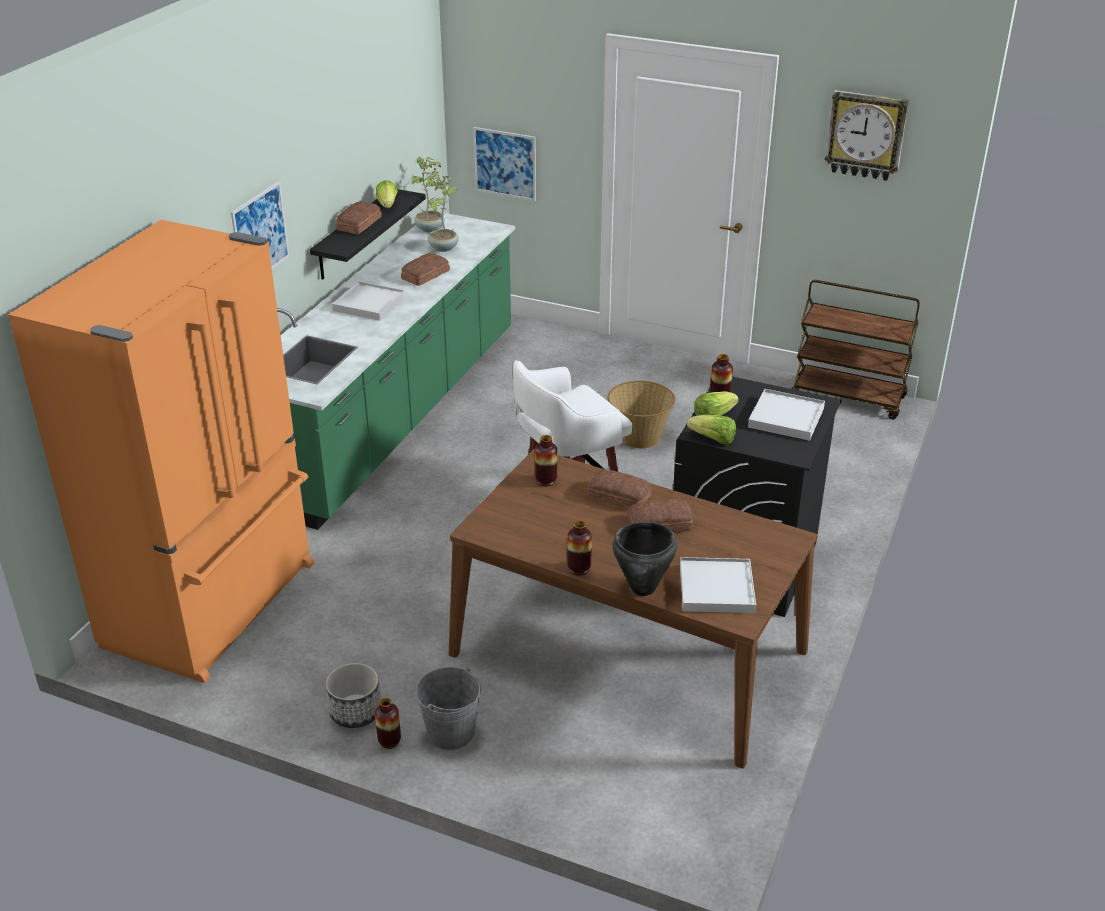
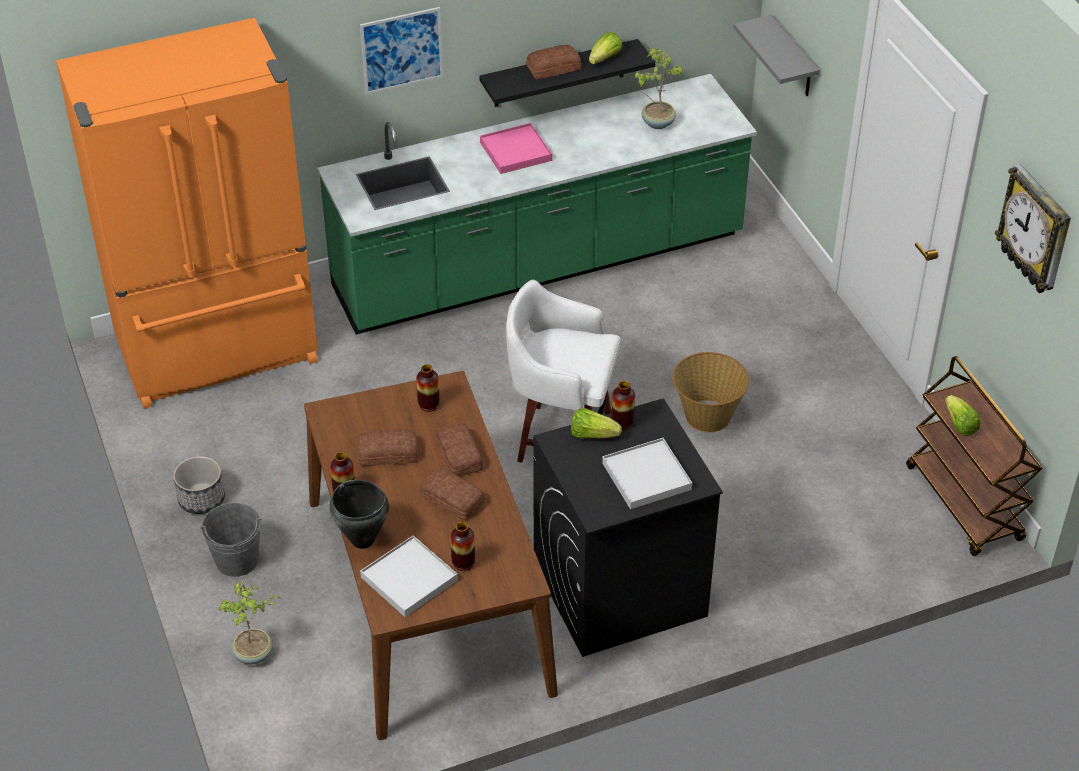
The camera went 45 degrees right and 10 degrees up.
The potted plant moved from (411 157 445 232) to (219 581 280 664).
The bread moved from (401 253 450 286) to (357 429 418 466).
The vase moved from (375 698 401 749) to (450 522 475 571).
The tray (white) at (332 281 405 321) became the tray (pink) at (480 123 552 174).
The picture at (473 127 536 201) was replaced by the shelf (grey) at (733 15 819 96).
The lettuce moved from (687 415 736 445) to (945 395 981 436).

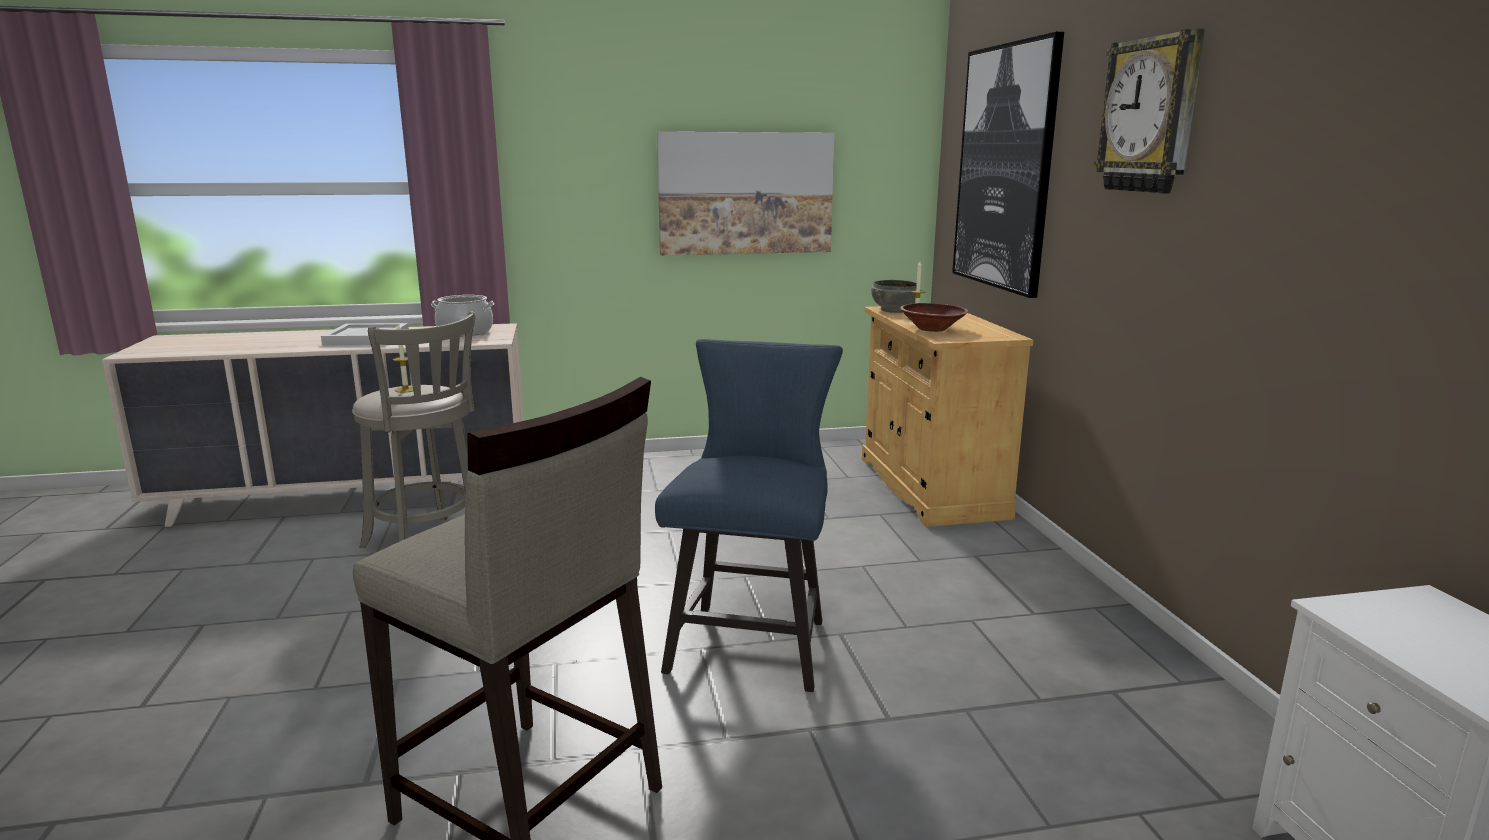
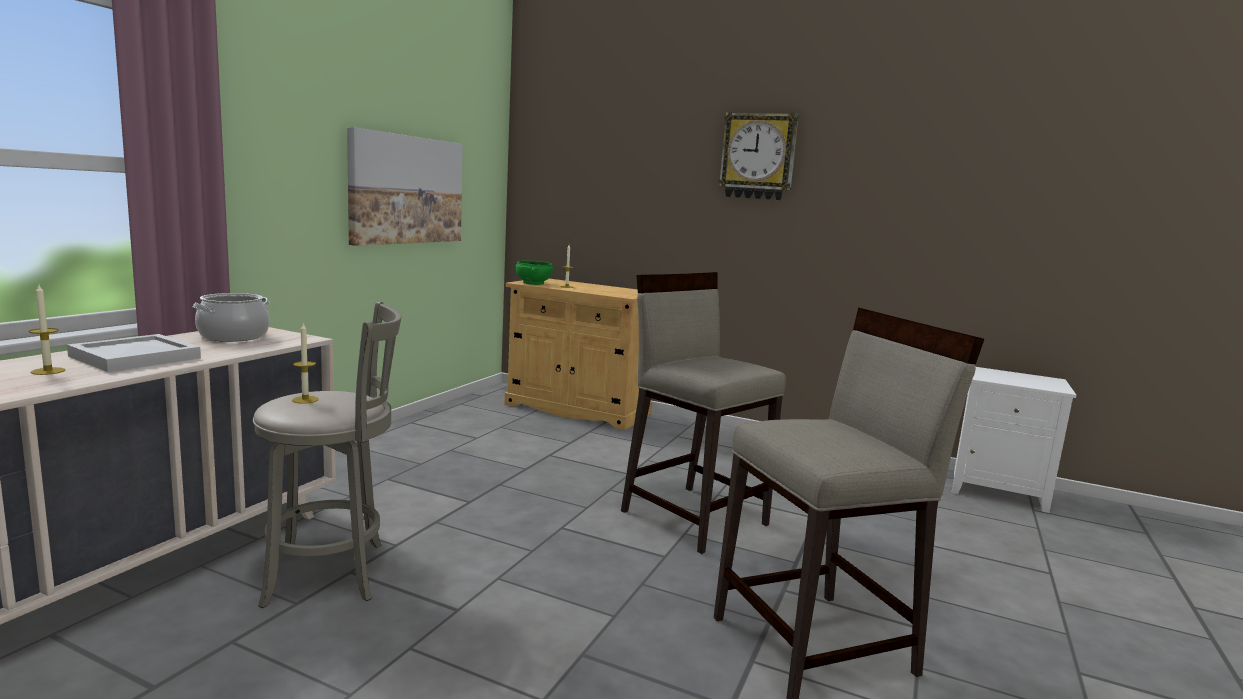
The camera went 55 degrees left and 5 degrees down.
The candle at (29 285 65 375) appeared.
The bowl (grey) at (871 280 921 313) became the bowl (green) at (516 261 553 285).
The chair (blue) at (655 339 843 692) was replaced by the stool (beige) at (621 272 786 554).
The bowl (brown) at (900 303 968 332) disappeared.
The picture at (952 32 1064 298) disappeared.

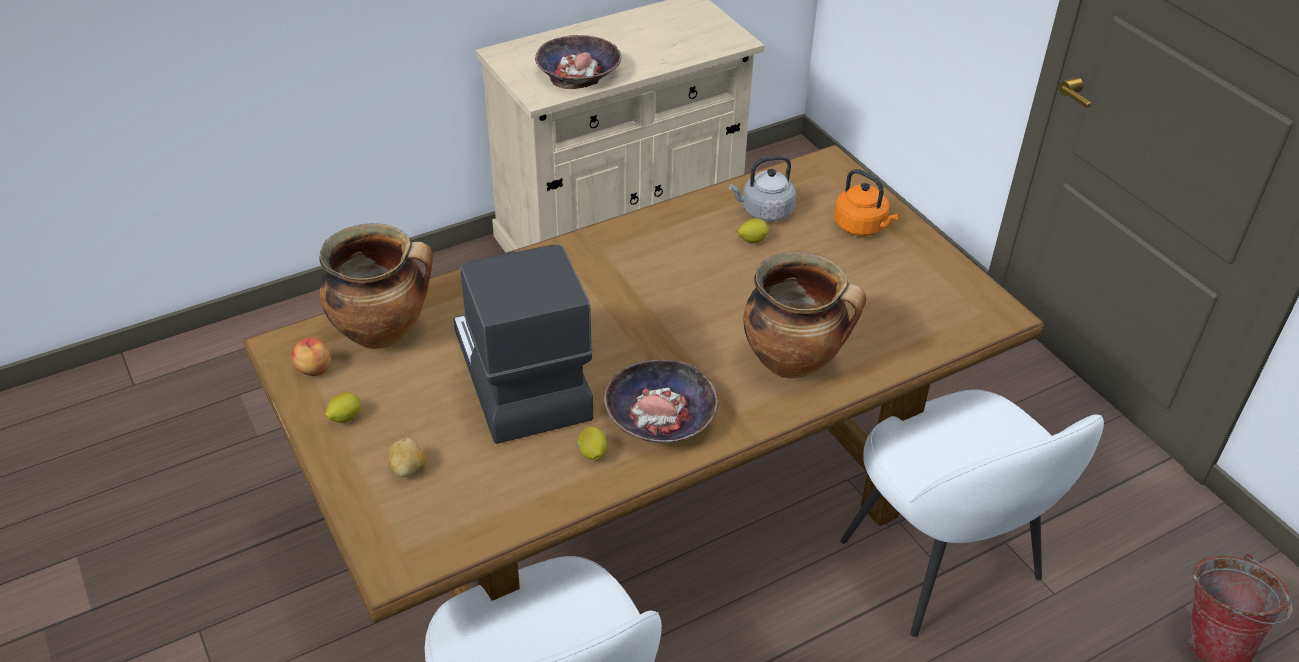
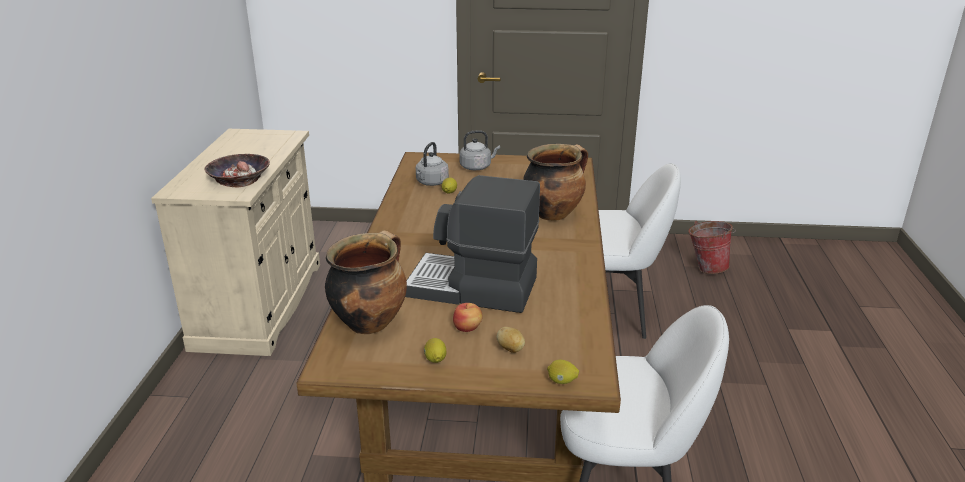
The camera went 55 degrees left and 15 degrees down.
The apple moved from (291 338 331 376) to (453 303 483 332).
The kettle (orange) at (834 169 899 236) became the kettle (grey) at (459 130 500 170).
The lemon moved from (578 427 607 460) to (547 360 579 384).
The bowl at (604 359 719 443) disappeared.

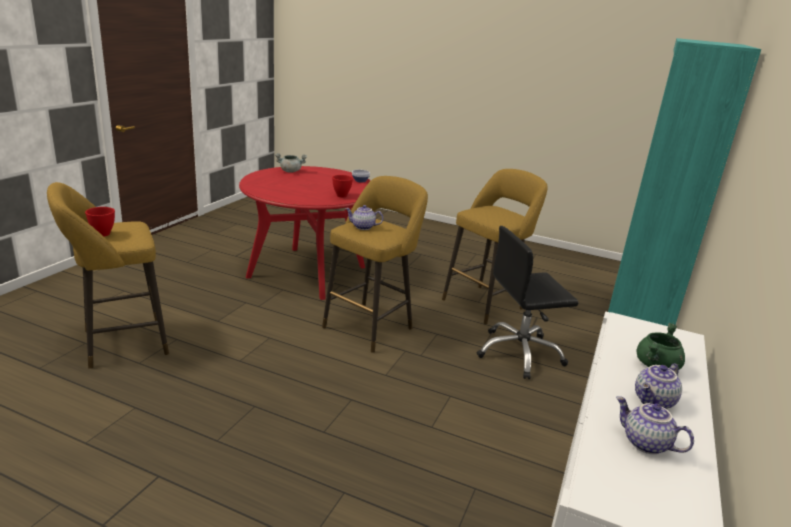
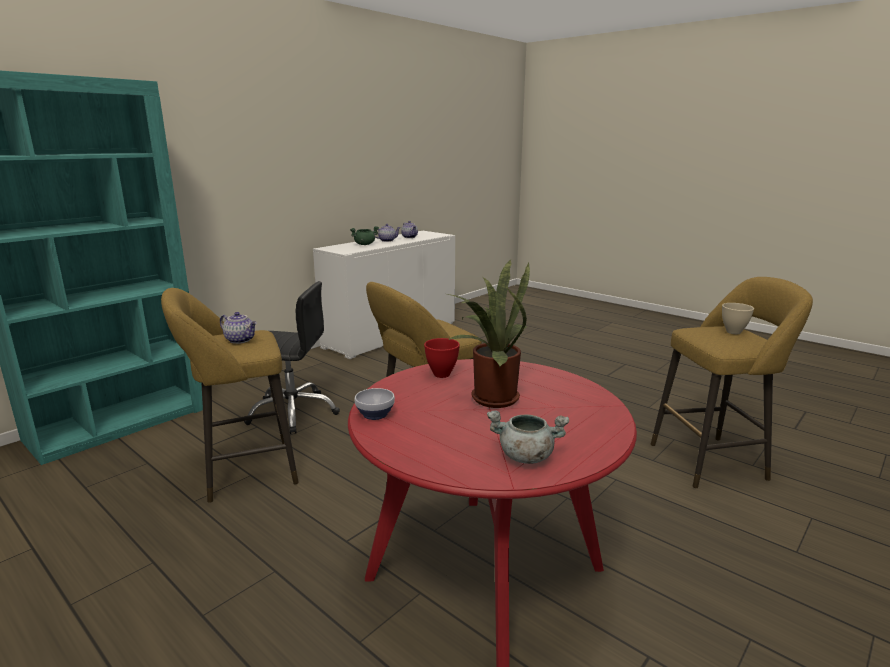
The camera went 160 degrees left and 5 degrees down.
The teapot moved from (345 205 383 230) to (220 312 257 344).
The potted plant at (444 260 530 408) appeared.
The bowl (red) at (85 207 115 236) became the bowl (beige) at (722 303 754 334).

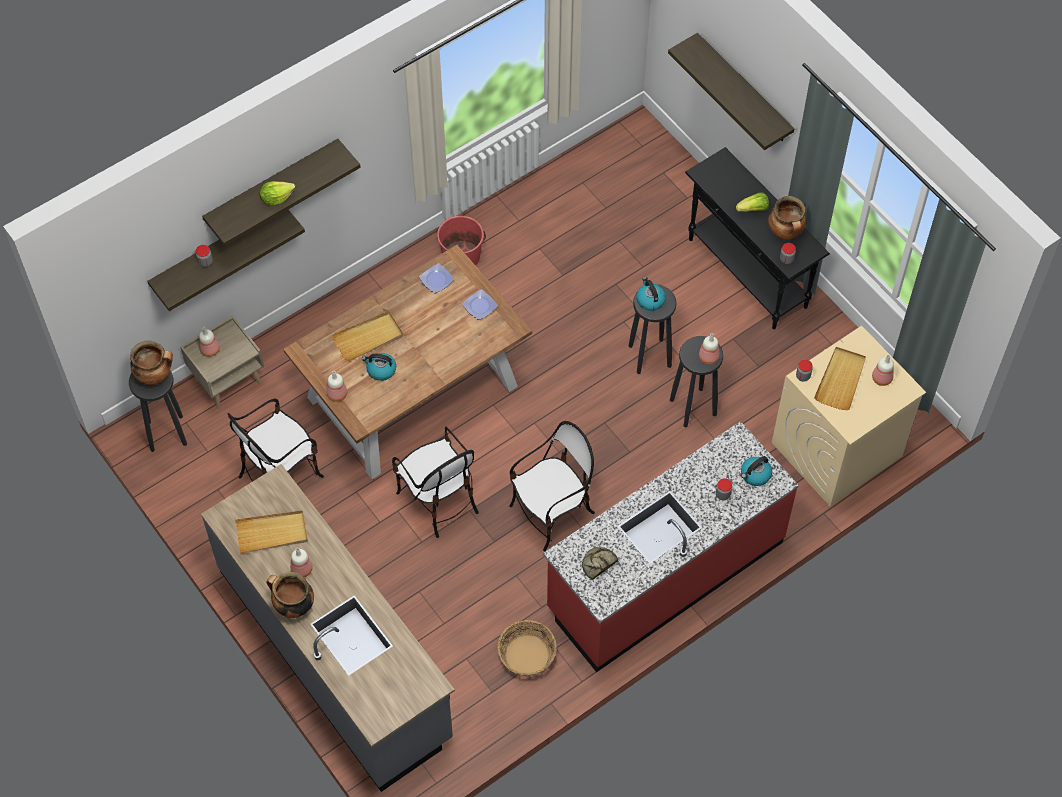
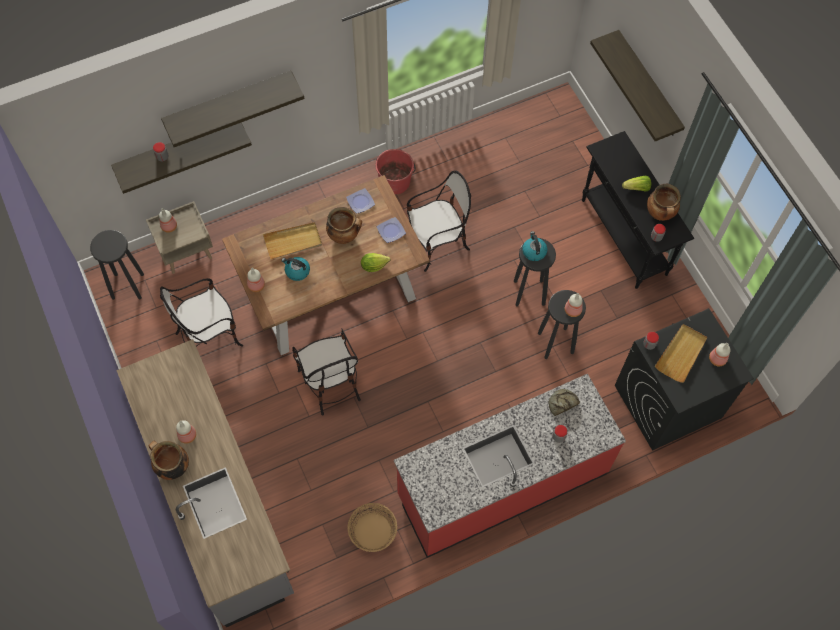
The camera went 10 degrees right and 5 degrees up.
The cooking pot moved from (130 341 173 385) to (326 207 362 244).
The lettuce moved from (260 181 295 205) to (361 253 390 272).
The chair moved from (509 421 595 551) to (407 170 471 272).
The bread moved from (582 547 618 580) to (548 389 580 416).
The washing machine (beige) at (772 326 926 507) became the washing machine (black) at (615 308 754 451).
The tray (beige) at (235 510 308 554) disappeared.
The kettle at (741 456 772 486) disappeared.

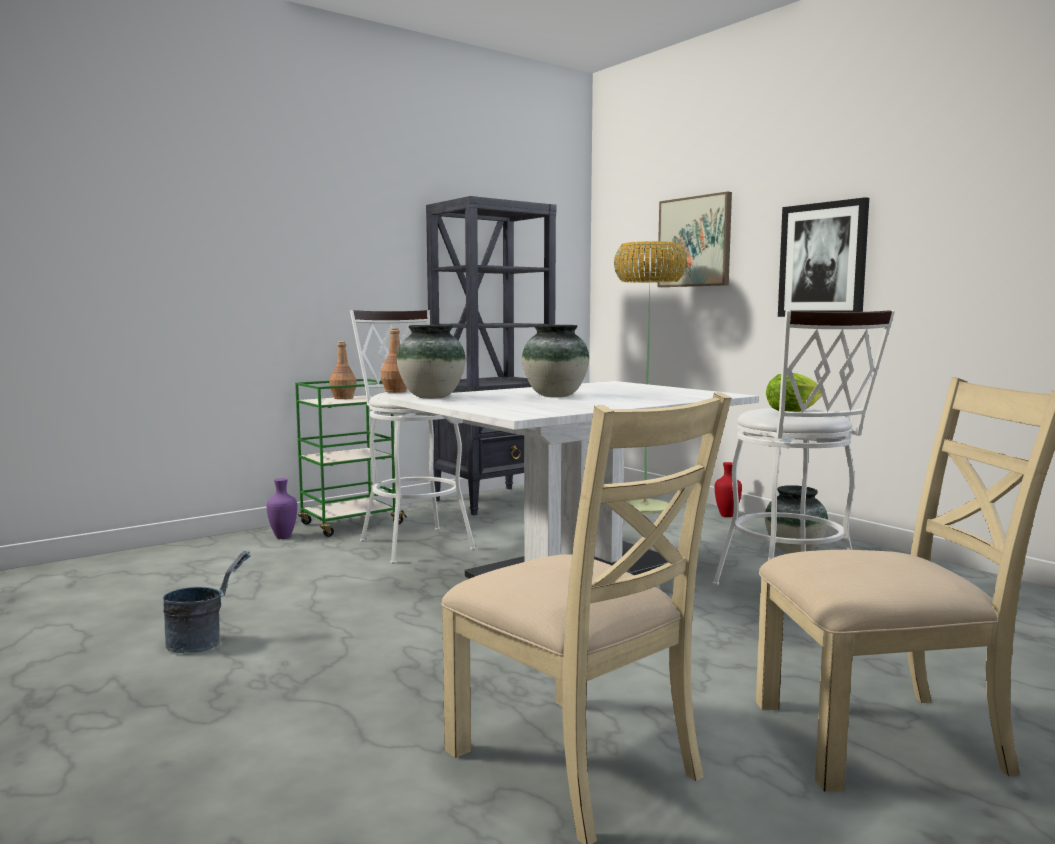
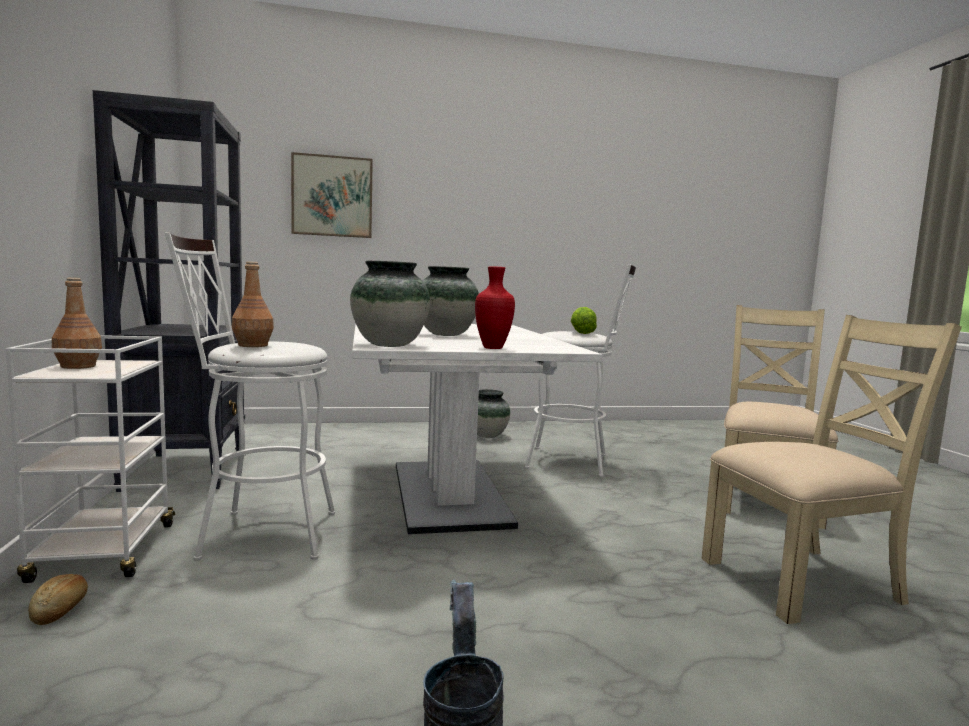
The camera went 65 degrees left and 0 degrees up.
The cart (green) at (295 379 407 537) became the cart (white) at (6 335 175 583).
The vase (purple) at (267 478 297 539) was replaced by the bread at (28 574 88 625).
The vase (red) moved from (715 462 742 517) to (475 266 515 349).
The floor lamp at (614 241 687 514) disappeared.
The picture at (778 197 869 317) disappeared.

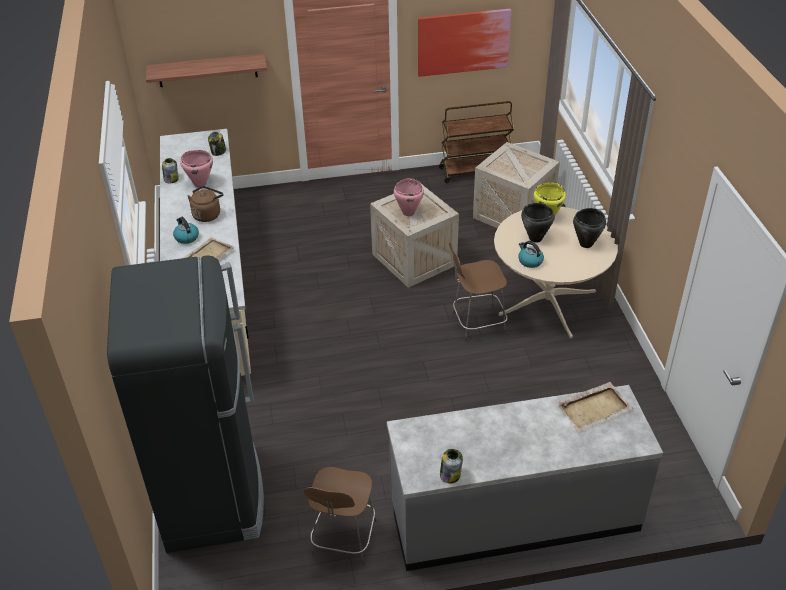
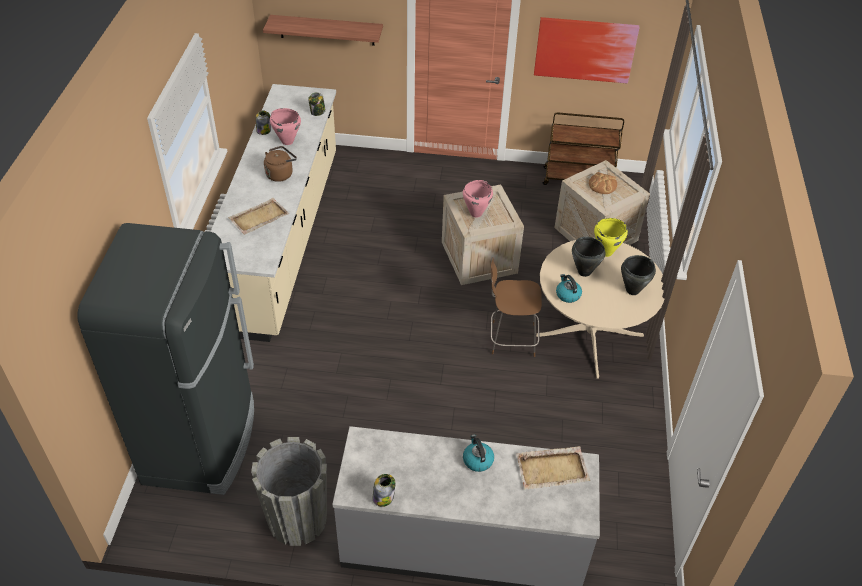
The camera went 15 degrees right and 5 degrees up.
The chair (brown) at (304 467 376 565) was replaced by the planter (grey) at (251 437 327 546).
The kettle moved from (173 217 199 244) to (463 434 494 472).
The bread at (589 172 617 194) appeared.

